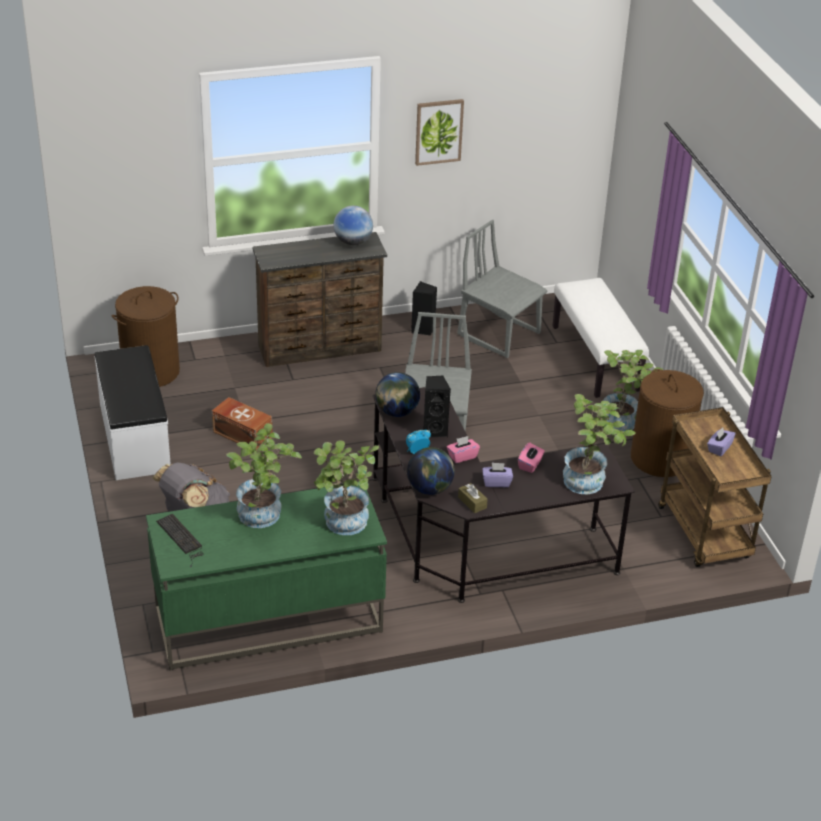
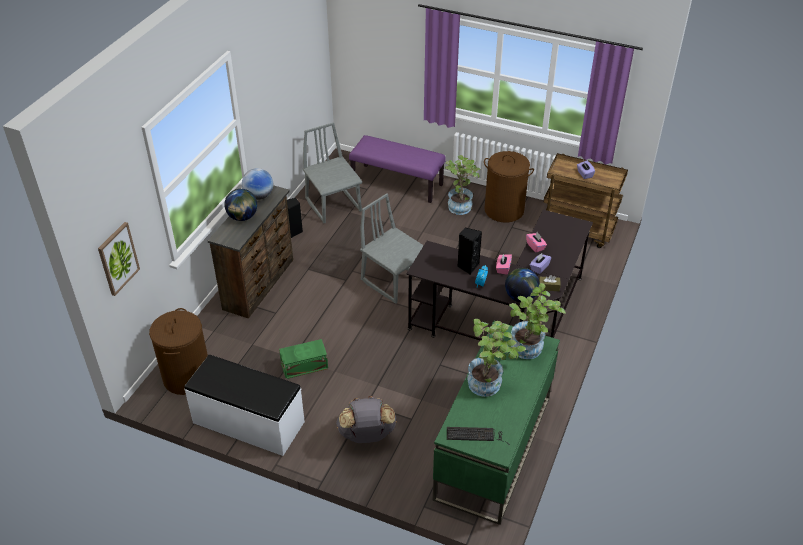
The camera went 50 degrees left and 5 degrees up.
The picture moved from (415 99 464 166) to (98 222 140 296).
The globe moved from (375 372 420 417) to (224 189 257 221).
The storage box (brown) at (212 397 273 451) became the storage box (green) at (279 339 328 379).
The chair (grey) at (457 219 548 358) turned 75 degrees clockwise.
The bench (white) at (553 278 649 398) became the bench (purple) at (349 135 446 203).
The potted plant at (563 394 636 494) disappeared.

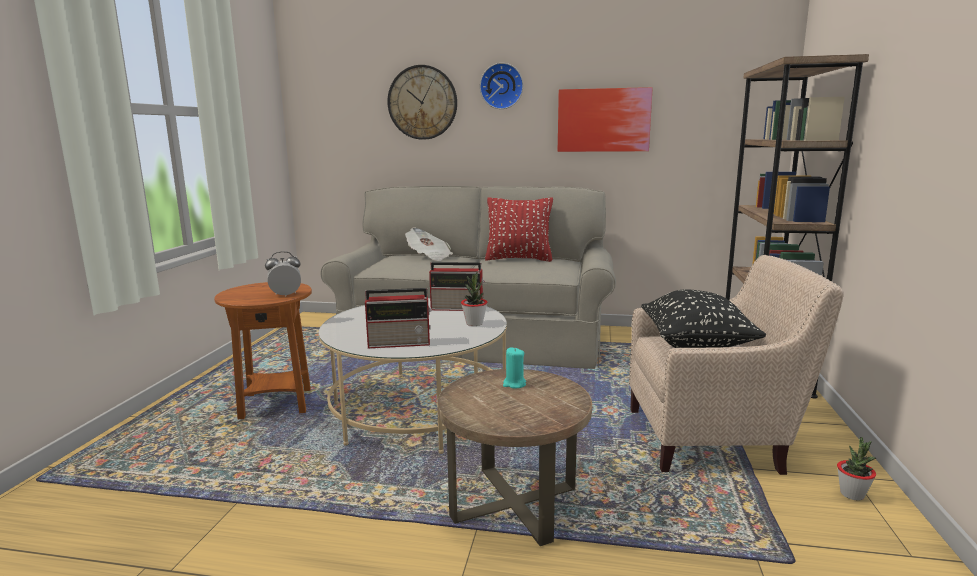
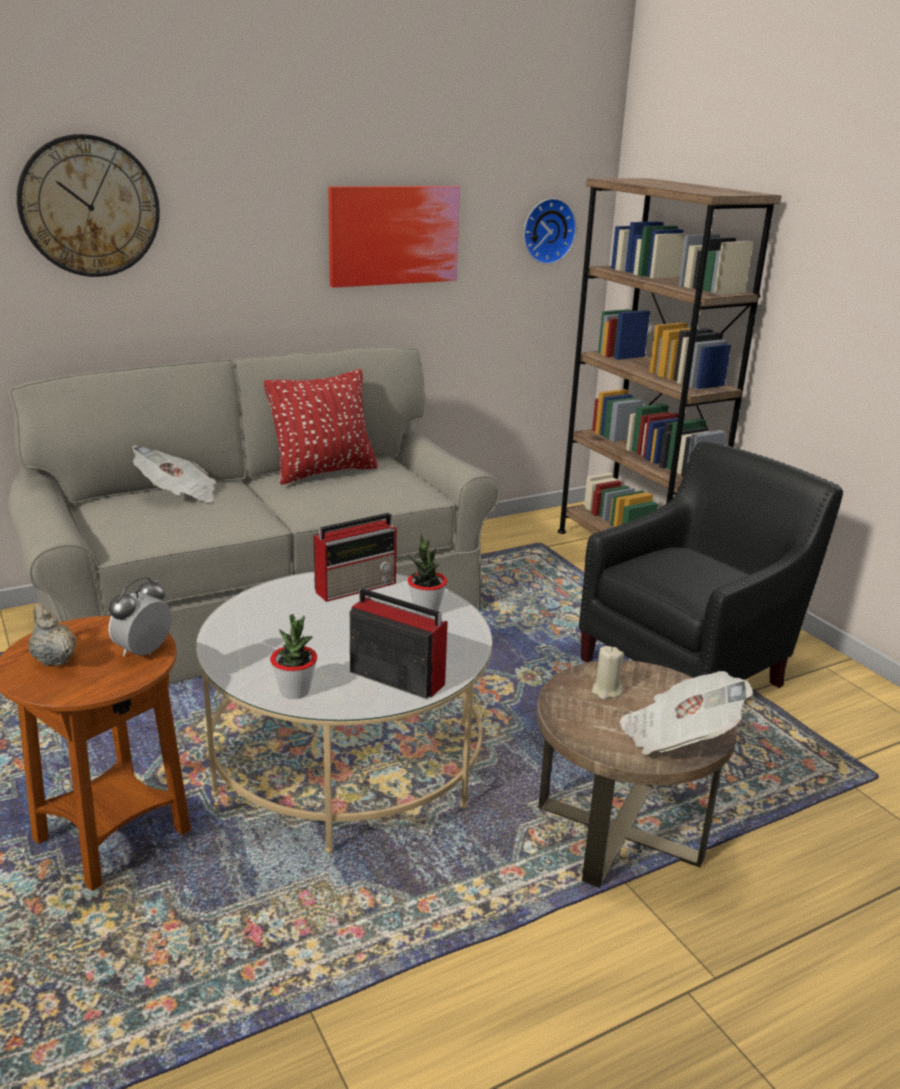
The camera went 40 degrees left and 10 degrees up.
The teapot (beige) at (28 603 76 666) appeared.
The potted plant moved from (837 437 876 501) to (270 614 317 699).
The radio at (365 288 432 348) turned 105 degrees counterclockwise.
The wall clock moved from (480 63 523 109) to (523 198 577 264).
The armchair (beige) at (629 255 844 475) became the armchair (black) at (579 441 843 688).
The candle (turquoise) at (503 347 526 388) became the candle (beige) at (592 646 624 699).
The newspaper at (619 671 753 755) appeared.
The pillow (black) at (641 289 766 348) disappeared.

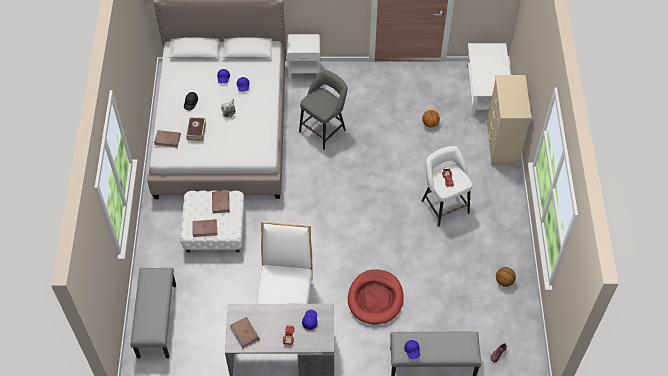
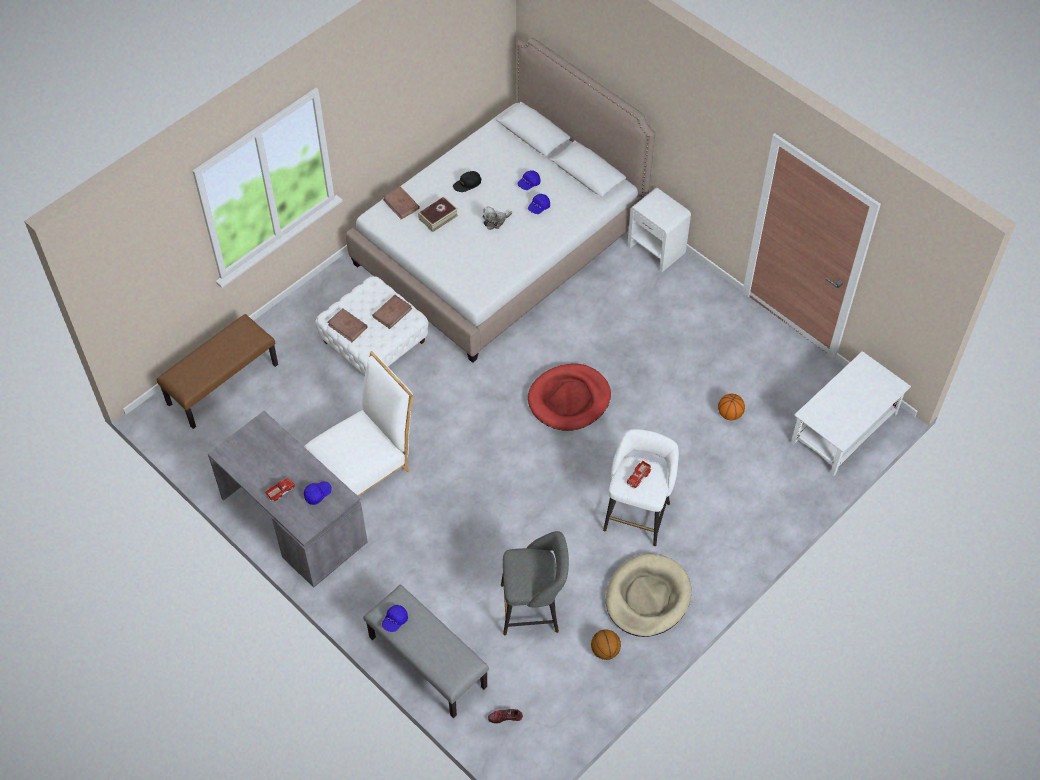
The camera went 45 degrees right and 0 degrees up.
The bench (grey) at (130 268 176 359) became the bench (brown) at (157 314 278 429).
The stool (grey) moved from (299 70 347 150) to (501 531 569 635).
The dog bed (red) moved from (348 269 404 324) to (528 364 611 431).
The dog bed (beige) at (606 553 691 637) appeared.
The book (brown) at (230 317 259 348) disappeared.
The dresser (beige) at (486 75 532 165) disappeared.

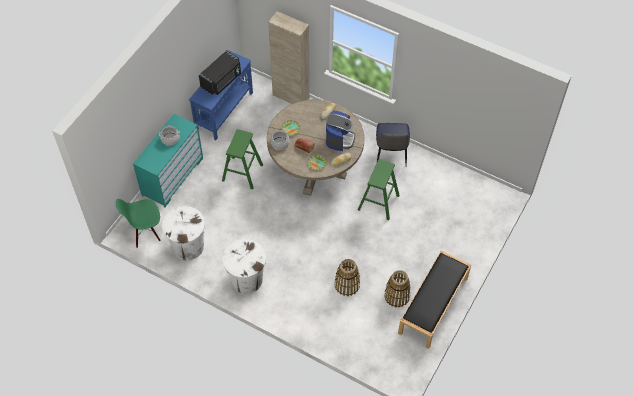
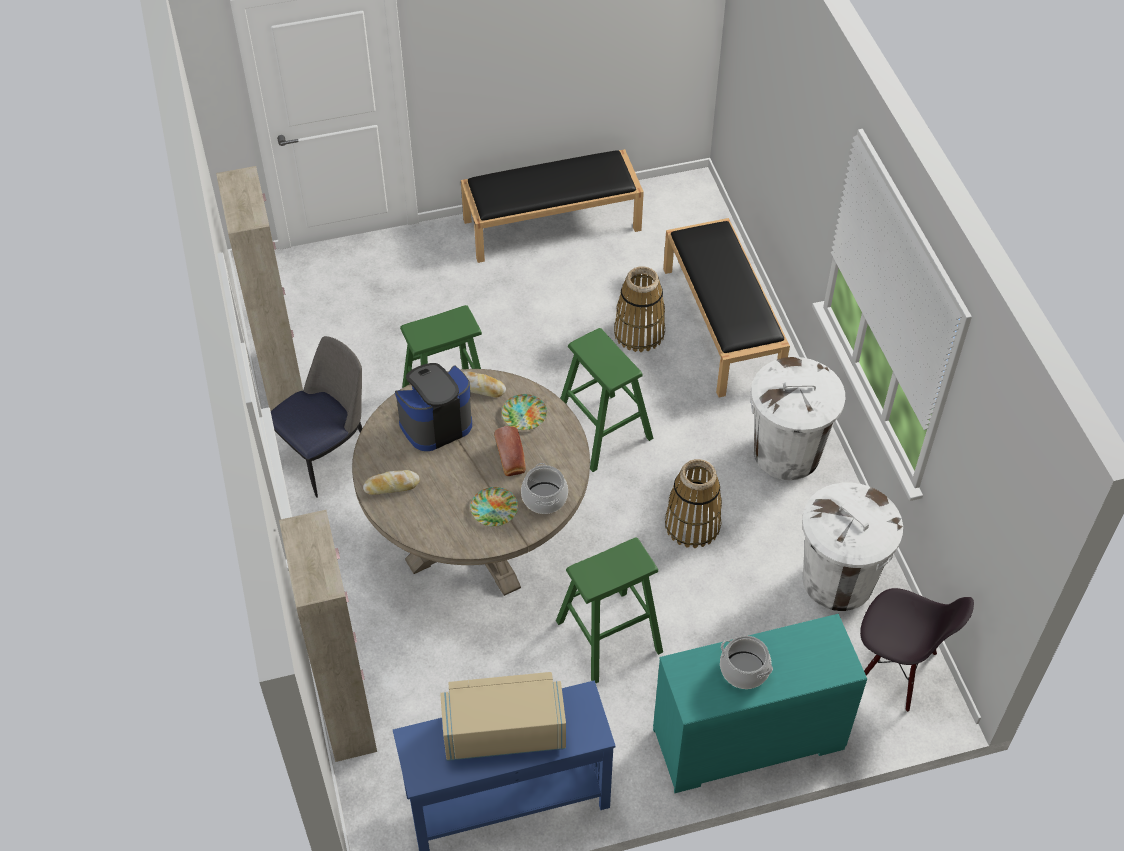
The camera went 135 degrees left and 5 degrees down.
The cabinet (beige) at (216 166 303 411) appeared.
The microwave (black) at (199 50 241 95) became the microwave (beige) at (440 672 566 761).
The stool (green) at (560 328 654 472) appeared.
The bench (black) at (663 218 790 398) appeared.
The basket moved from (384 270 411 308) to (665 459 722 548).
The chair (green) at (116 199 161 248) became the chair (black) at (860 588 974 712).

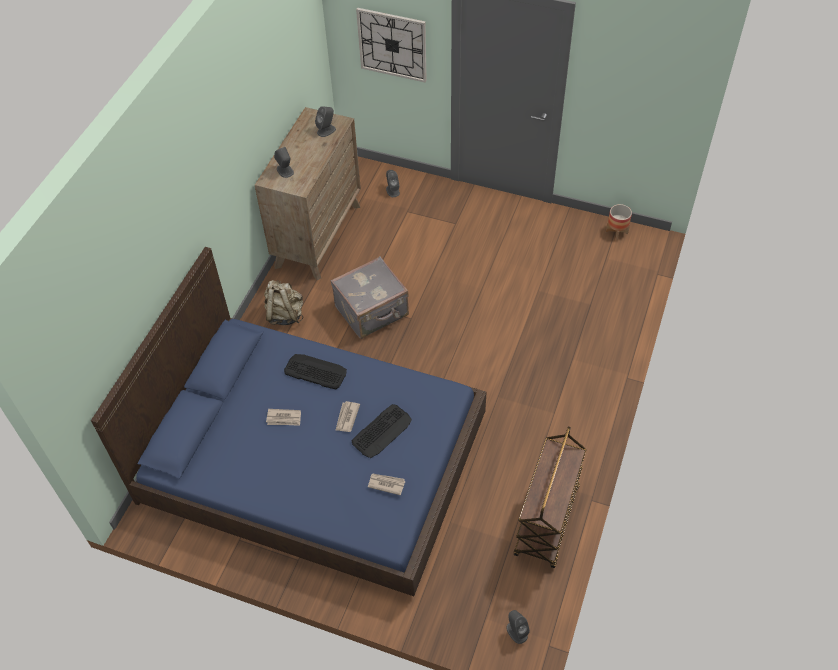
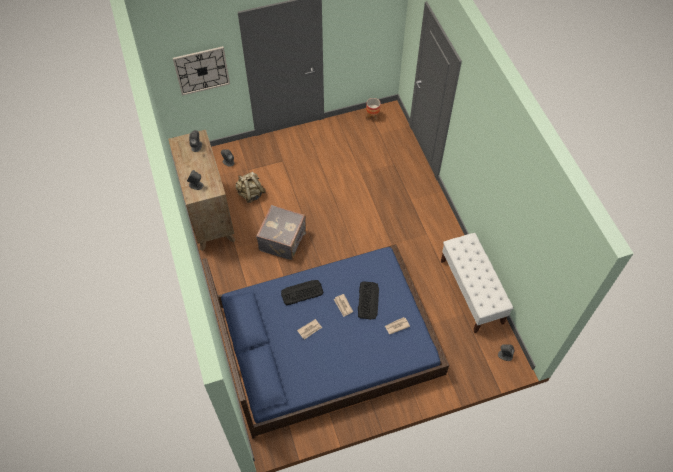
The camera went 40 degrees left and 5 degrees up.
The backpack (beige) moved from (264 280 303 325) to (235 172 266 203).
The cart (brown) at (514 427 587 568) was replaced by the bench (white) at (441 233 513 333).

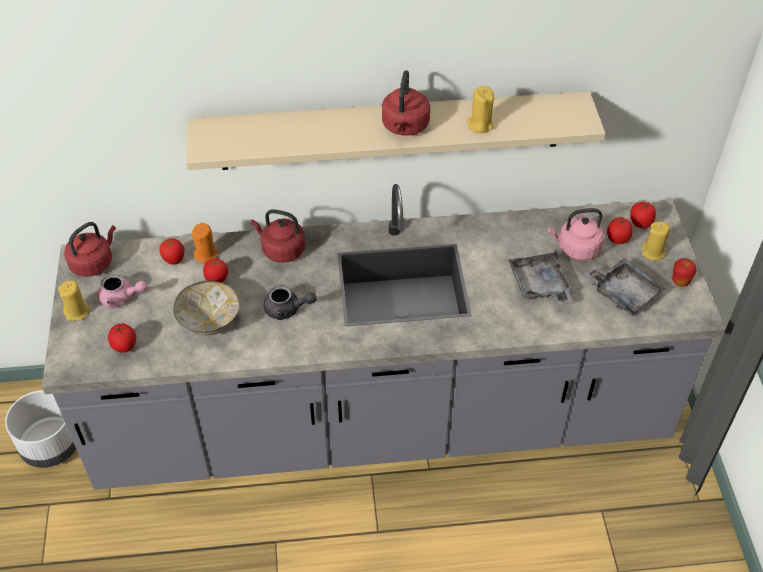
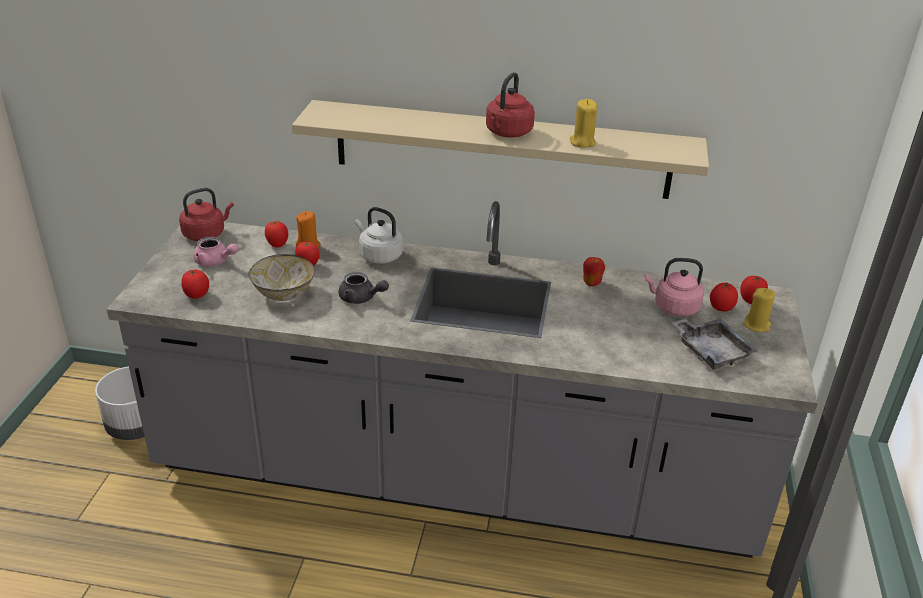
The camera went 15 degrees right and 15 degrees down.
The kettle (red) at (251 209 306 263) became the kettle (white) at (355 207 403 264).
The apple moved from (672 258 697 287) to (583 257 605 286).
The candle (yellow) at (58 280 90 321) disappeared.
The tray (grey) at (508 250 573 305) disappeared.

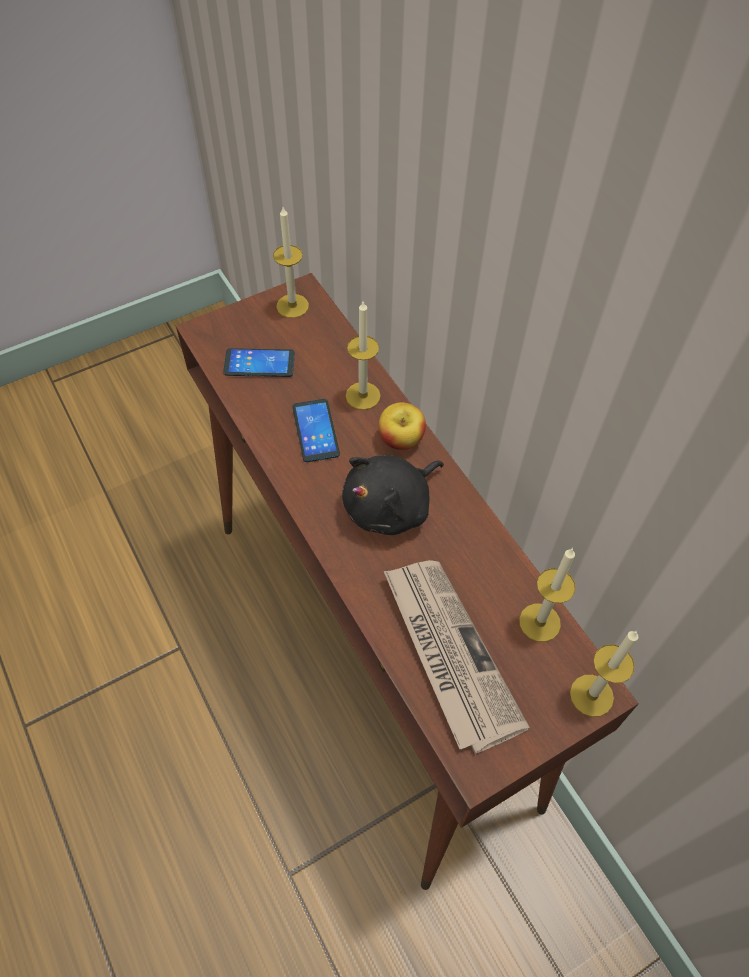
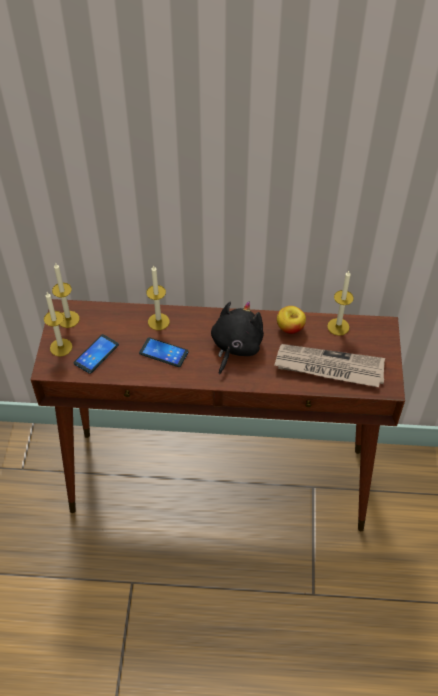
The camera went 55 degrees left and 5 degrees down.
The candle moved from (570 631 638 717) to (44 292 72 357).
The plush toy (black) at (342 455 444 535) turned 150 degrees counterclockwise.
The apple moved from (378 402 426 450) to (277 306 306 334).

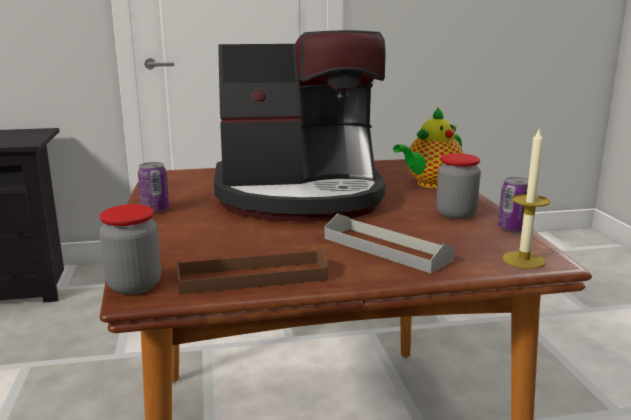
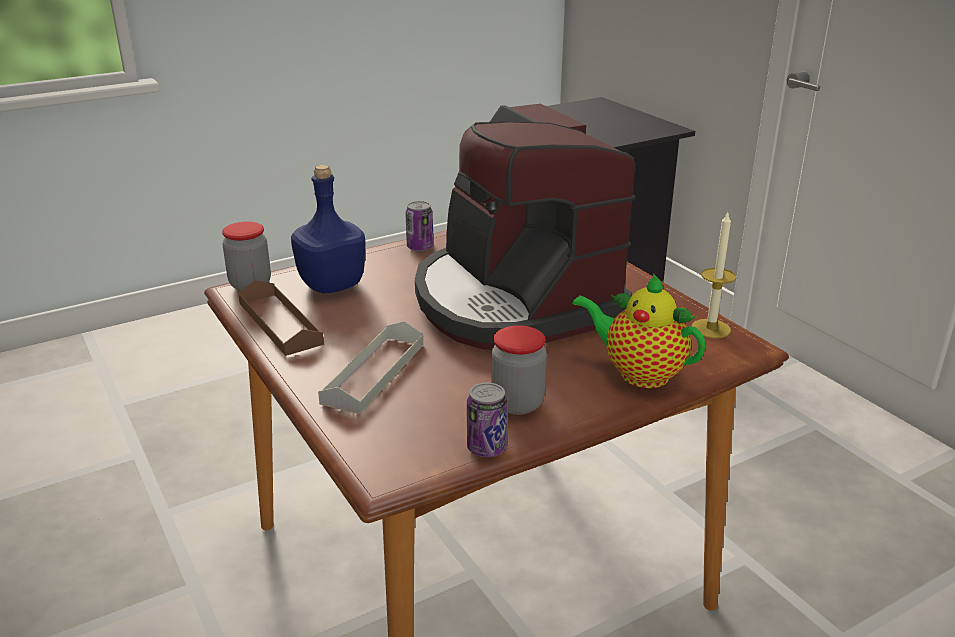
The camera went 70 degrees right and 10 degrees up.
The bottle (blue) at (291 165 366 293) appeared.
The candle moved from (502 127 550 269) to (692 212 736 339).

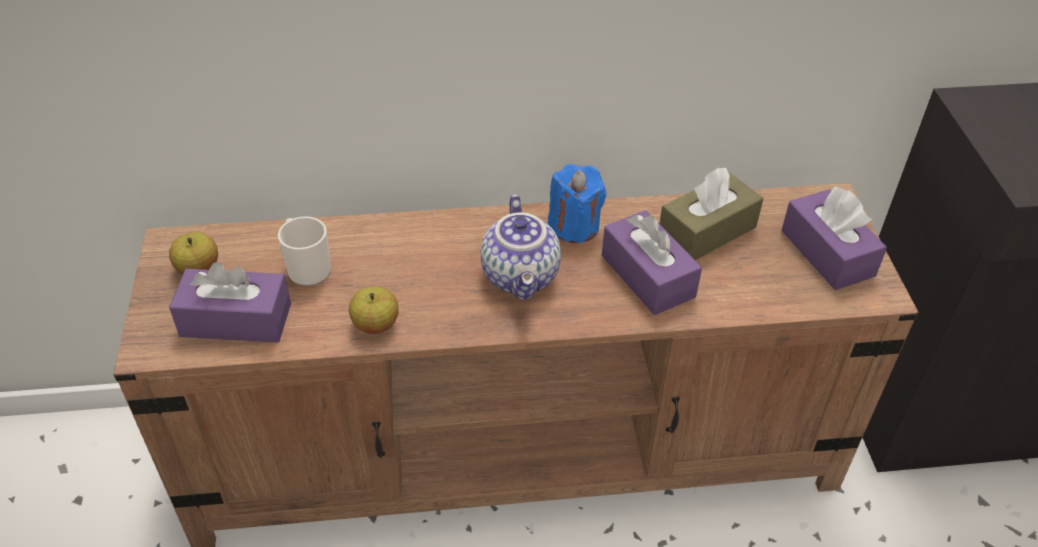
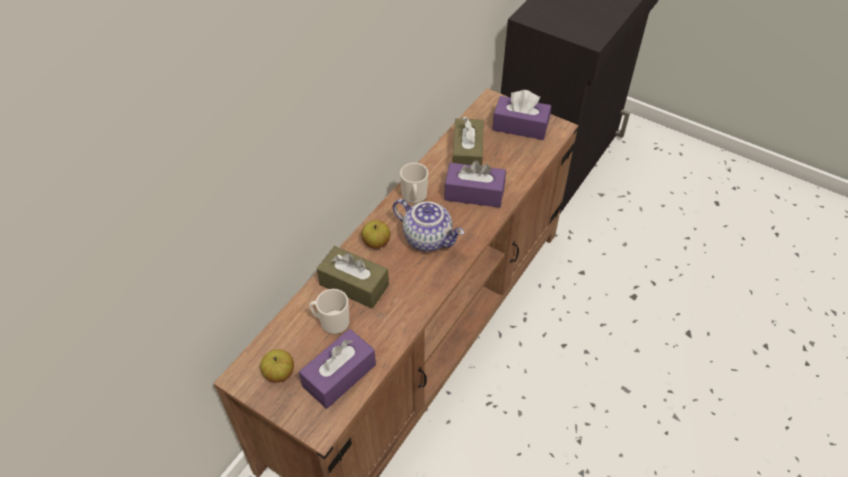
The camera went 50 degrees left and 5 degrees up.
The tissue box (brown) at (317 246 389 308) appeared.
The apple moved from (349 286 398 334) to (361 220 390 249).
The candle (blue) at (548 164 606 243) was replaced by the mug at (400 163 428 204).

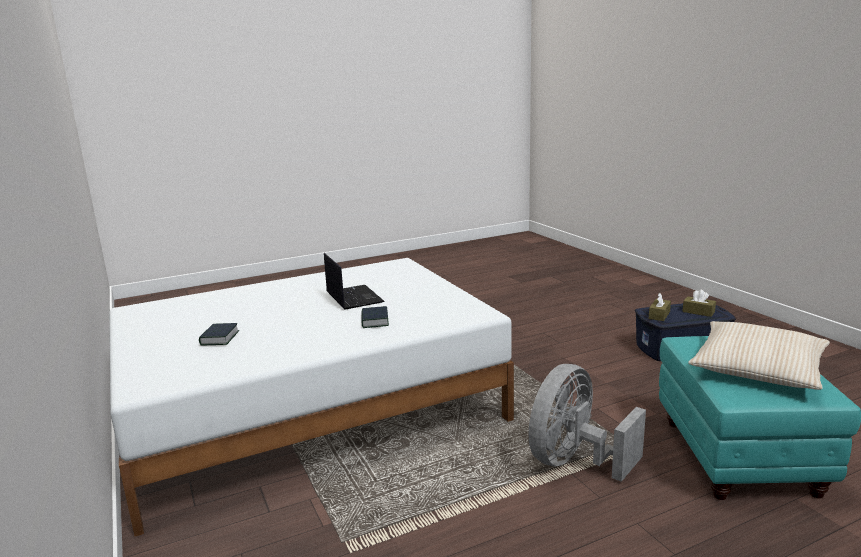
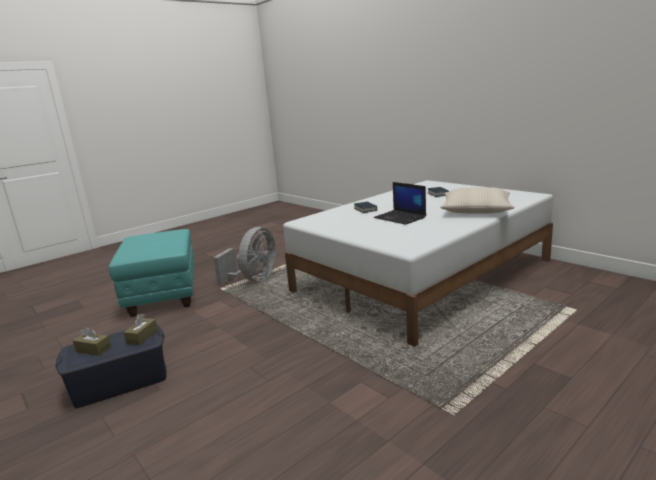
The camera went 165 degrees right and 0 degrees up.
The pillow (beige) moved from (688 321 830 390) to (440 187 515 213).

